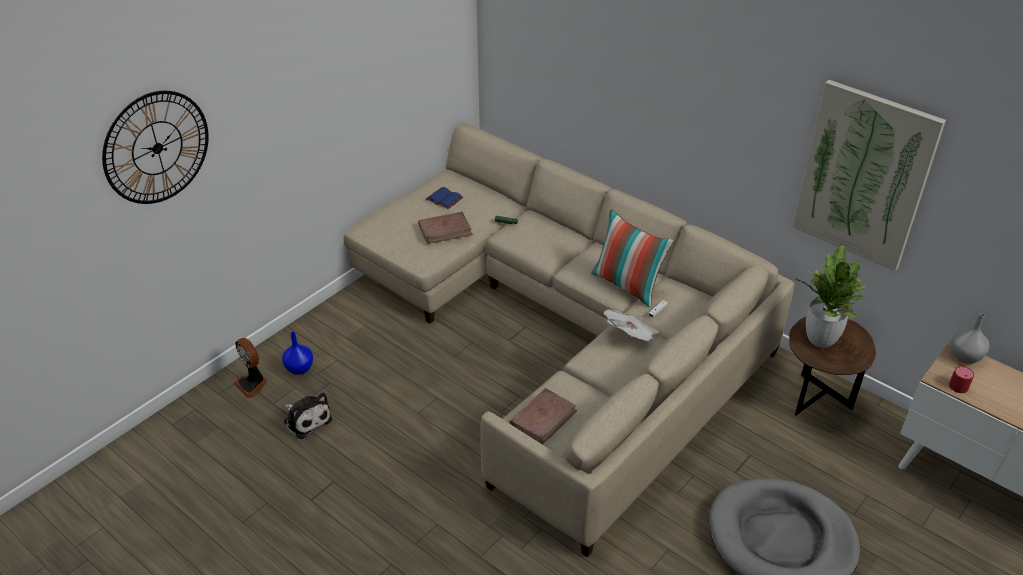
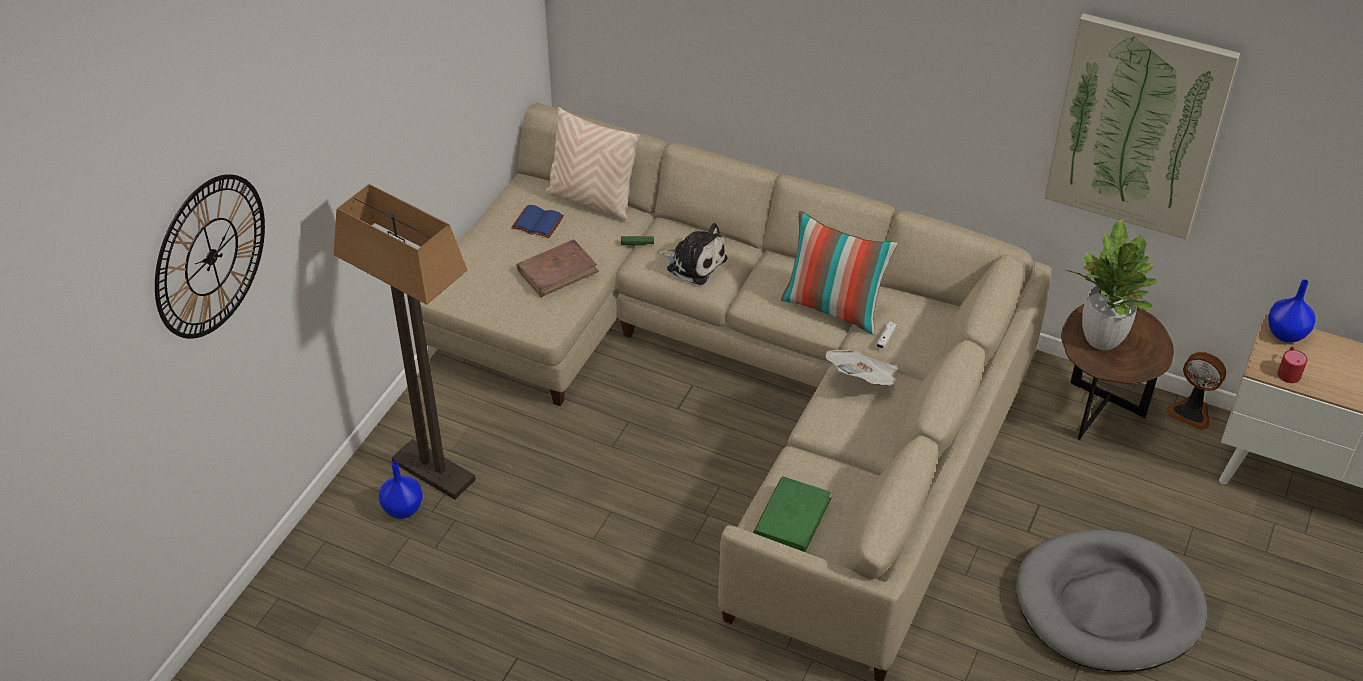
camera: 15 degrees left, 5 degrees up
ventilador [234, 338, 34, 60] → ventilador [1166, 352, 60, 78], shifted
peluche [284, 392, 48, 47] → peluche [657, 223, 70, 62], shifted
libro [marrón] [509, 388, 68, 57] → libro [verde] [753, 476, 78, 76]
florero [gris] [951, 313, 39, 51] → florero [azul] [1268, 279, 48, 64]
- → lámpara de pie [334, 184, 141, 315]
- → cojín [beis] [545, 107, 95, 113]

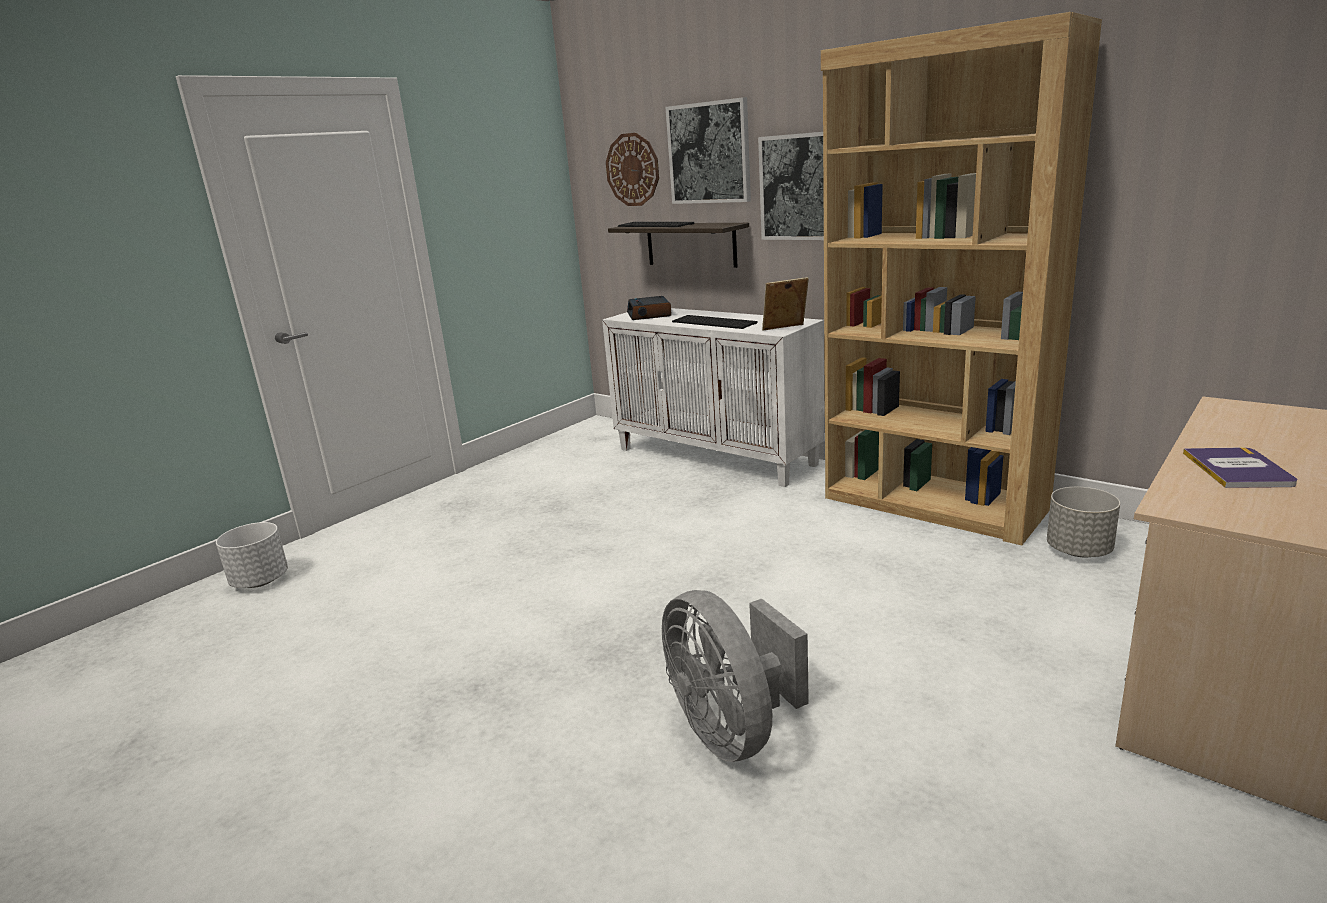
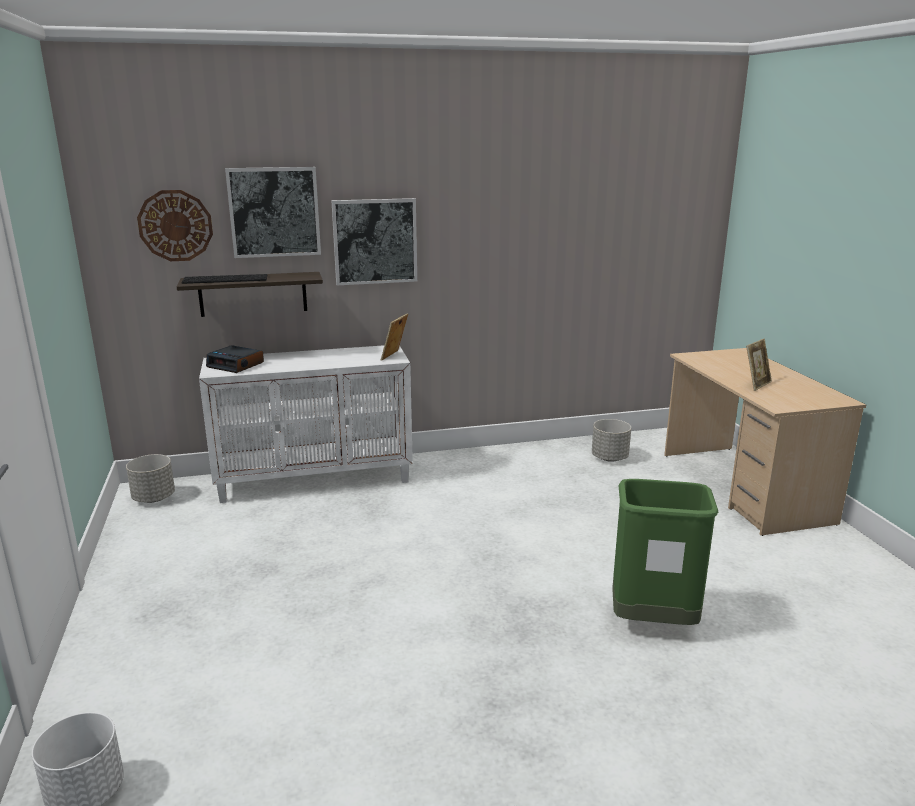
camera: 55 degrees left, 0 degrees up
ventilador [gris] [662, 590, 147, 172] → papelera [verde] [612, 479, 106, 146]
teclado [672, 315, 86, 14] → -
estantería [marrón] [821, 12, 281, 533] → -
libro [1183, 447, 114, 41] → portarretratos [746, 339, 26, 52]
- → maceta [gris] [126, 454, 49, 49]

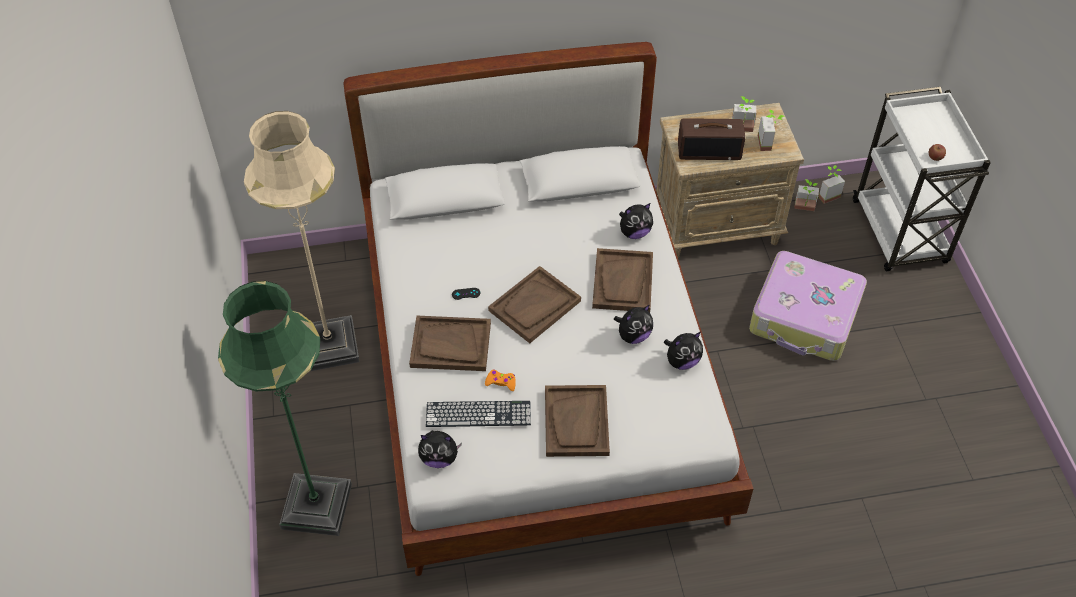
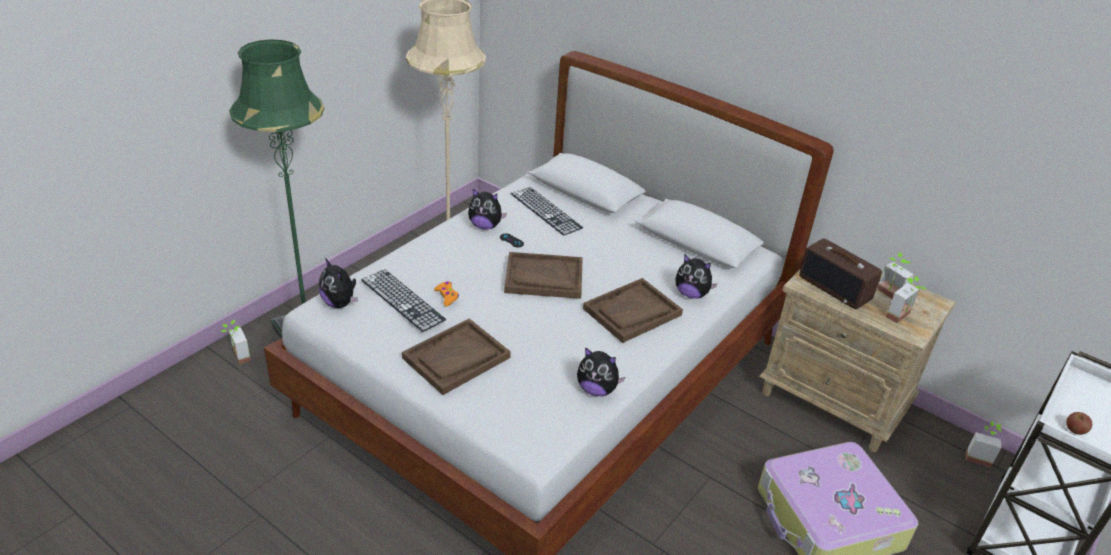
camera: 45 degrees right, 15 degrees down
bandeja [marrón] [409, 316, 82, 55] → -
peluche [614, 304, 39, 40] → peluche [468, 189, 39, 41], shifted
planta en maceta [794, 179, 25, 32] → planta en maceta [221, 320, 30, 44], shifted
- → teclado [511, 187, 72, 49]

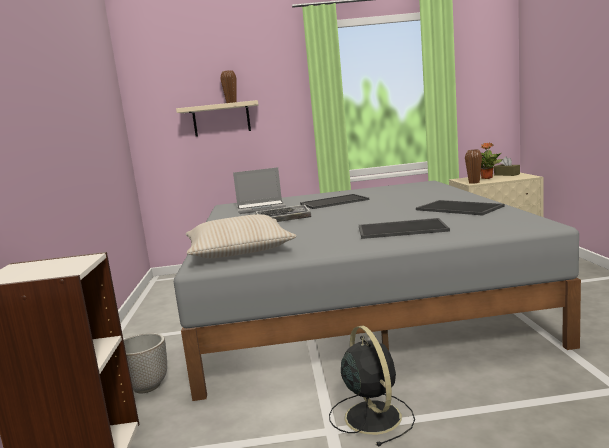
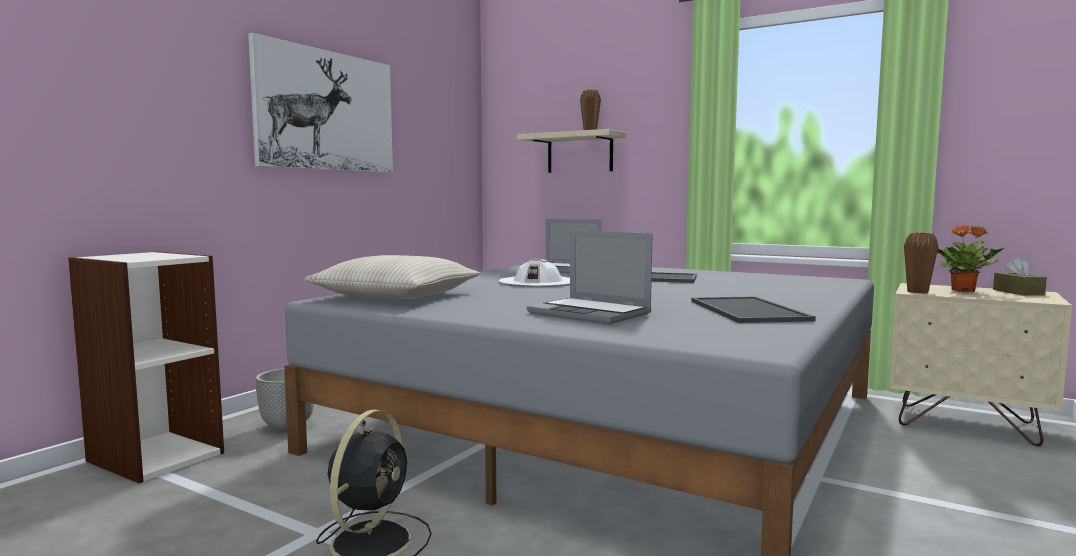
camera: 35 degrees right, 5 degrees down
teclado [254, 205, 57, 17] → sombrero [blanco] [499, 259, 71, 28]
bandeja [359, 218, 91, 21] → portátil [527, 230, 125, 95]
- → cuadro [248, 33, 145, 139]

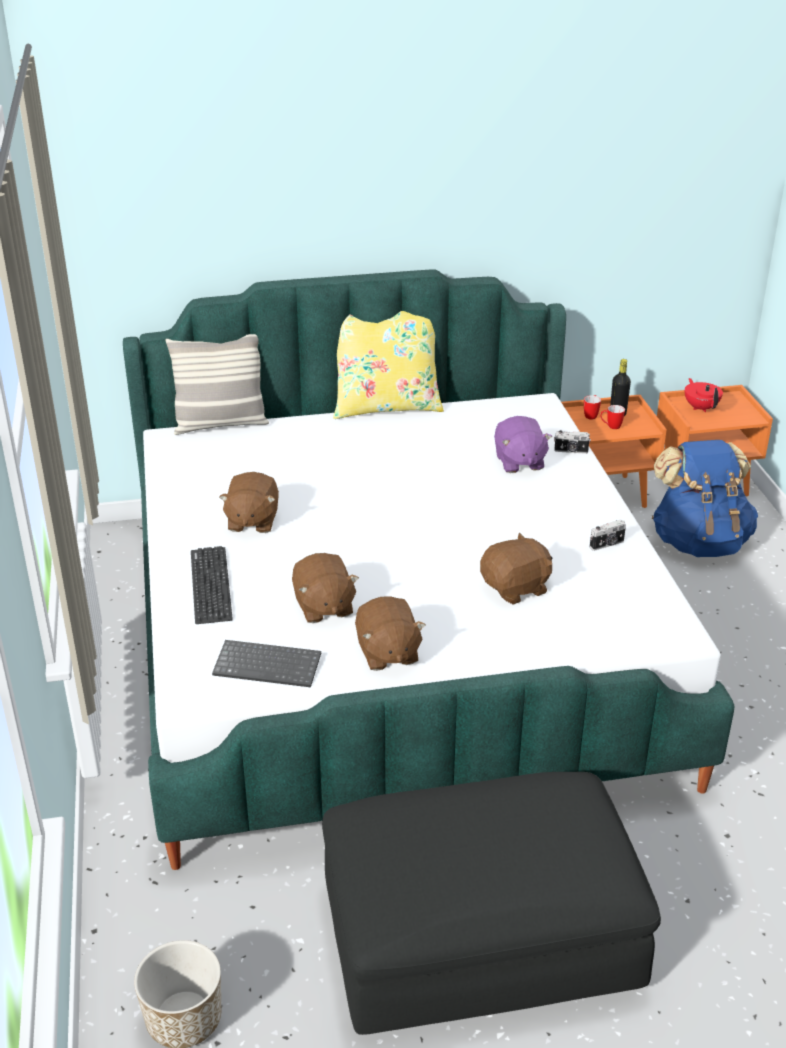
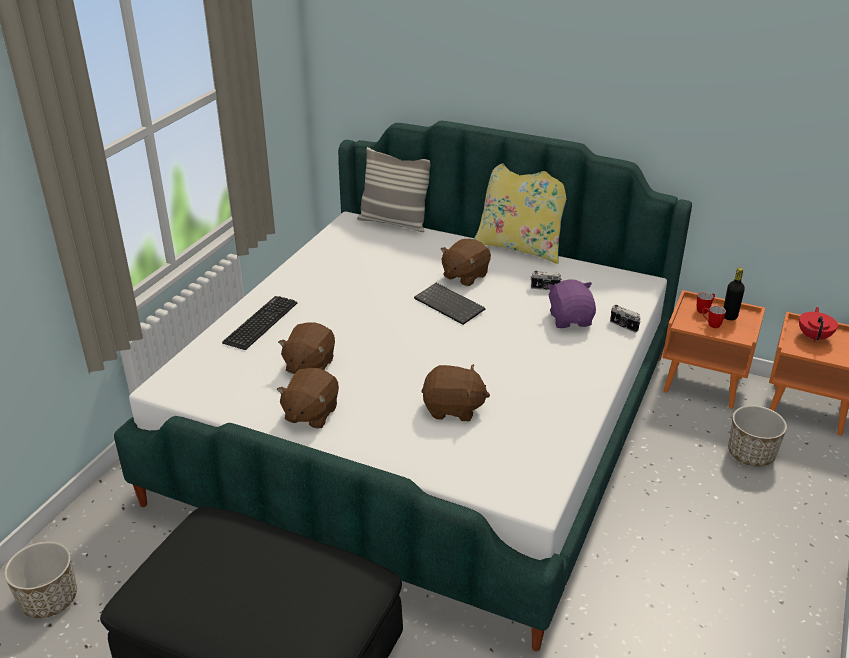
camera: 35 degrees right, 0 degrees up
teclado [212, 640, 109, 47] → teclado [414, 283, 71, 42], shifted
peluche [marrón] [219, 472, 60, 61] → peluche [marrón] [441, 239, 50, 47], shifted
peluche [morado] [494, 416, 58, 57] → peluche [morado] [547, 279, 49, 49], 150 degrees clockwise
cámara [590, 519, 36, 32] → cámara [531, 271, 31, 19], shifted
mochila [azul] [652, 440, 106, 117] → maceta [728, 405, 59, 62]

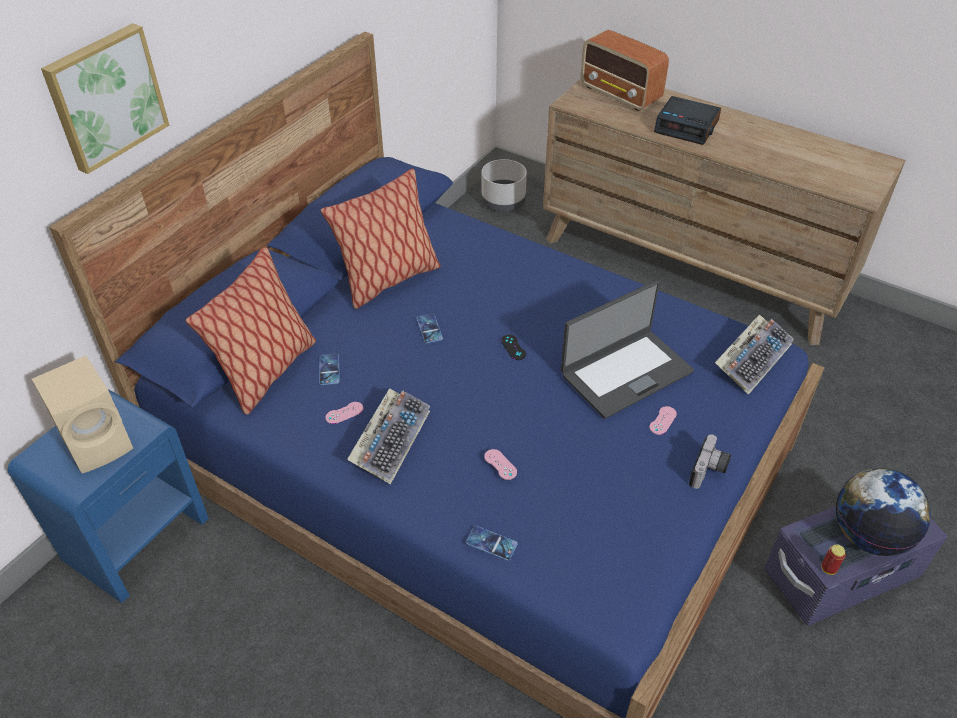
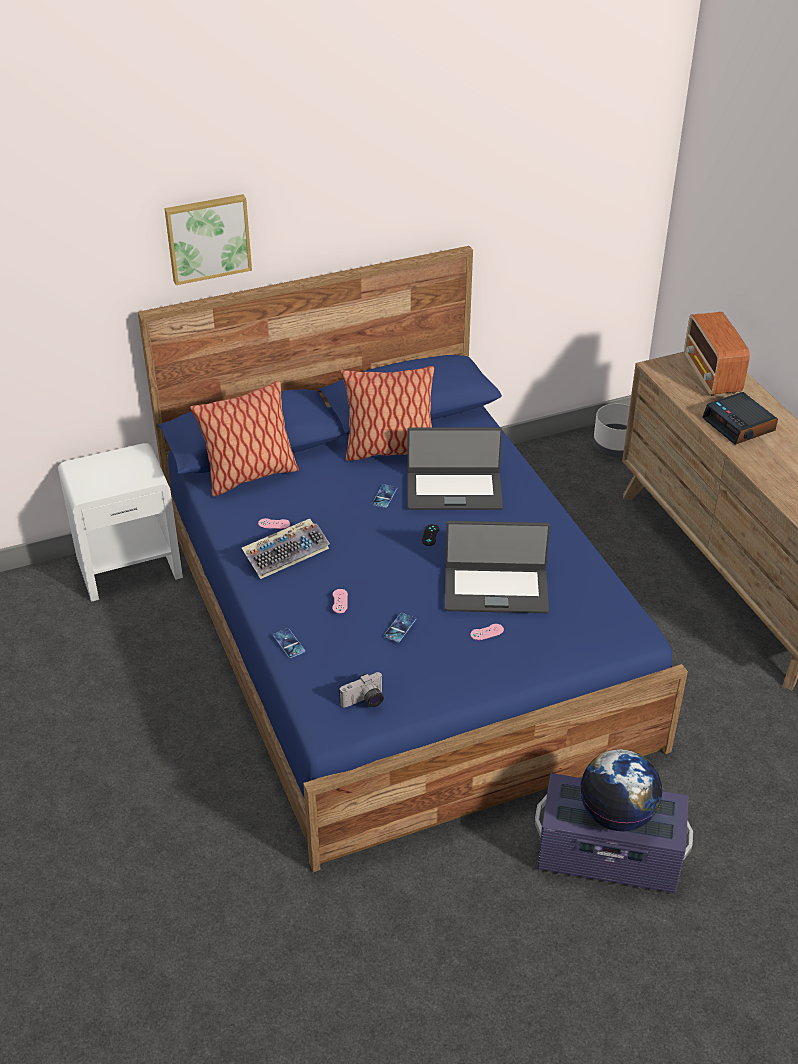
camera: 35 degrees right, 5 degrees down
mesita de noche [azul] [7, 389, 202, 214] → mesita de noche [blanco] [58, 443, 125, 159]
altavoz [beis] [32, 355, 101, 118] → -
móvil [320, 354, 20, 31] → móvil [384, 613, 32, 29], shifted
cámara [689, 434, 42, 55] → cámara [339, 672, 45, 36], shifted
teclado [715, 314, 79, 81] → -
lata [821, 545, 25, 30] → -
- → portátil [407, 427, 96, 83]

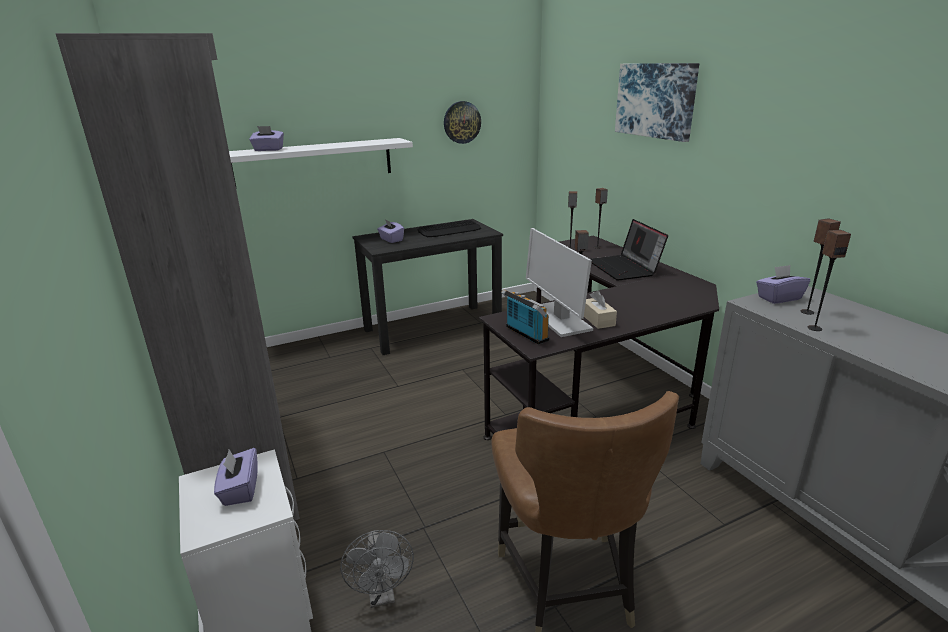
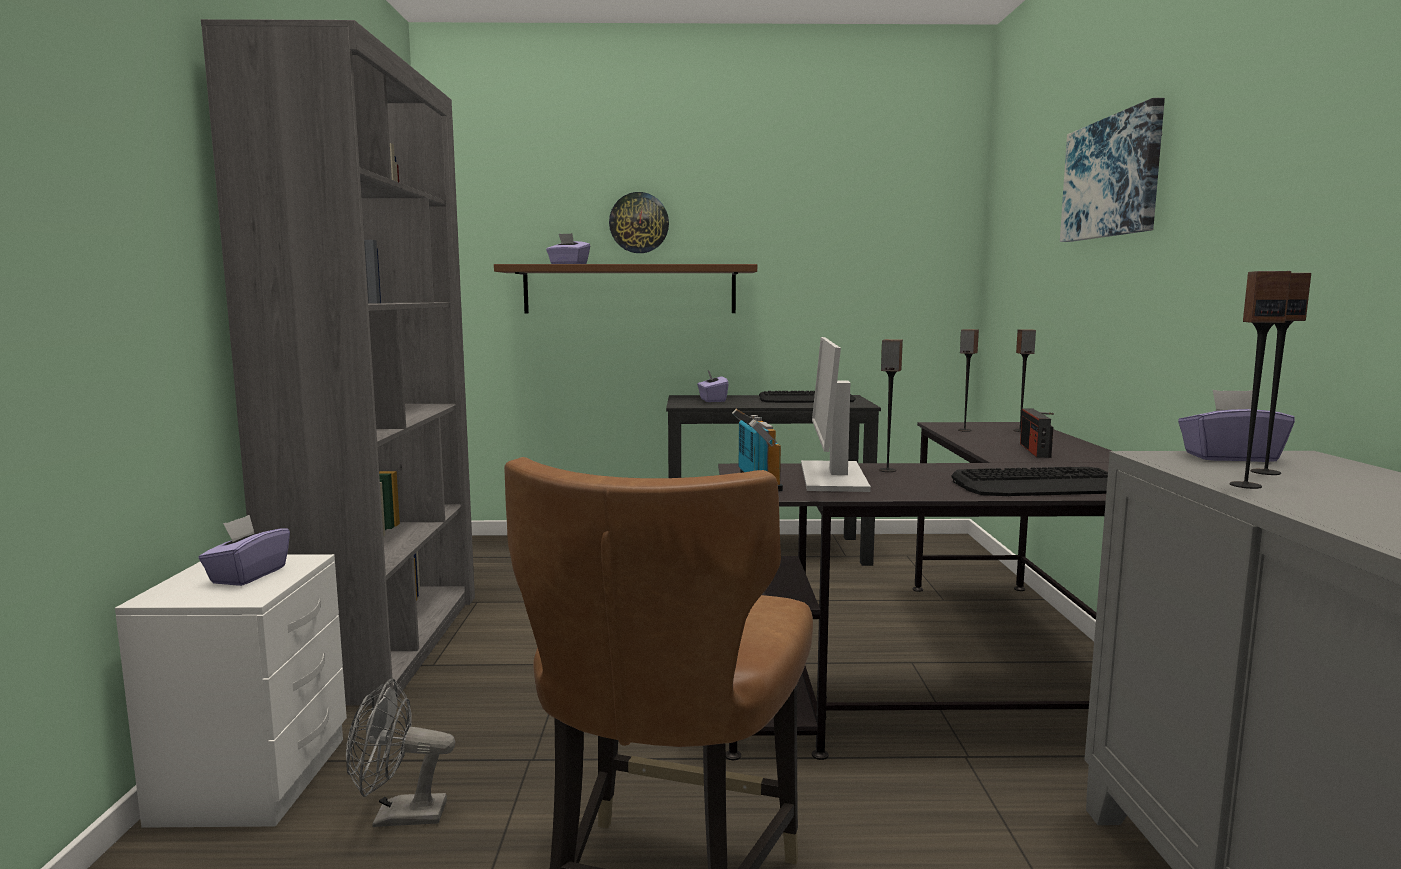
camera: 25 degrees right, 15 degrees down
estante [blanco] [229, 138, 184, 51] → estante [marrón] [494, 264, 263, 49]
ventilador [gris] [340, 530, 74, 78] → ventilador [gris] [346, 678, 109, 149], 75 degrees clockwise
reloj de pared [444, 101, 37, 43] → reloj de pared [609, 192, 60, 61], shifted
caja de pañuelos [beis] [584, 290, 33, 39] → -
portátil [591, 219, 77, 61] → radio [1020, 408, 34, 50]
- → teclado [951, 467, 157, 29]

